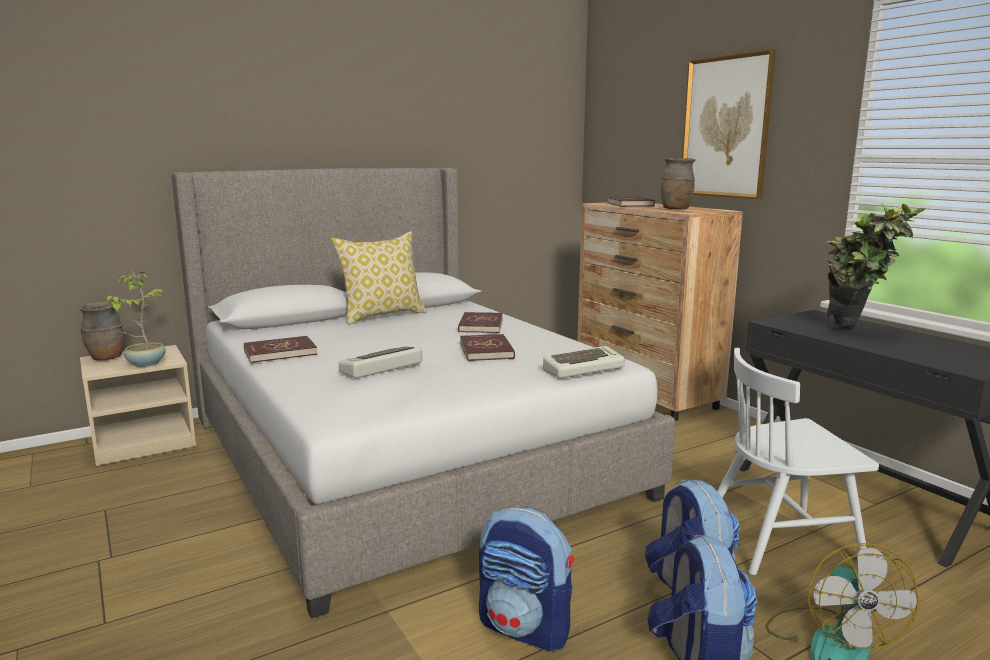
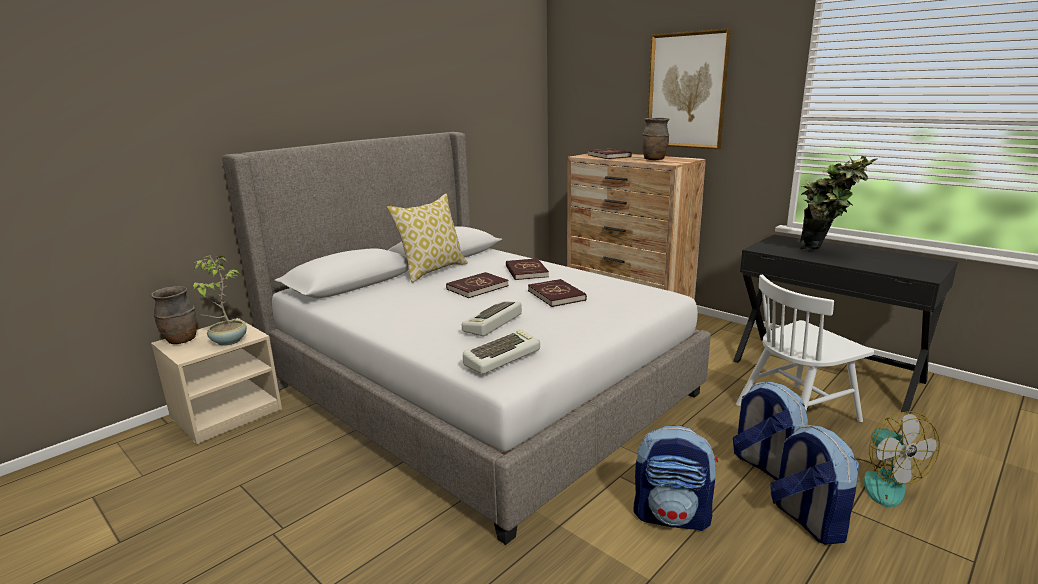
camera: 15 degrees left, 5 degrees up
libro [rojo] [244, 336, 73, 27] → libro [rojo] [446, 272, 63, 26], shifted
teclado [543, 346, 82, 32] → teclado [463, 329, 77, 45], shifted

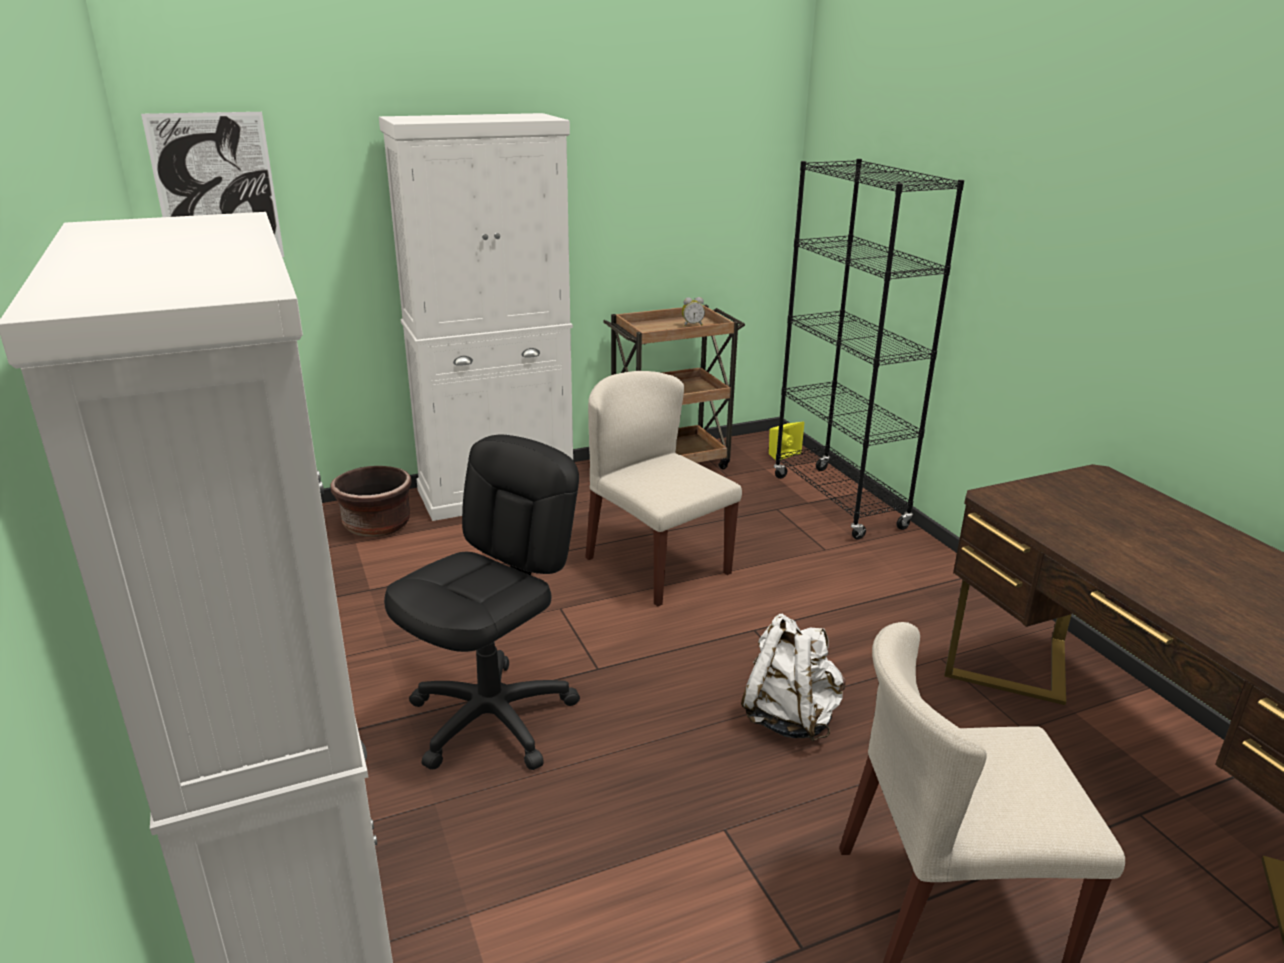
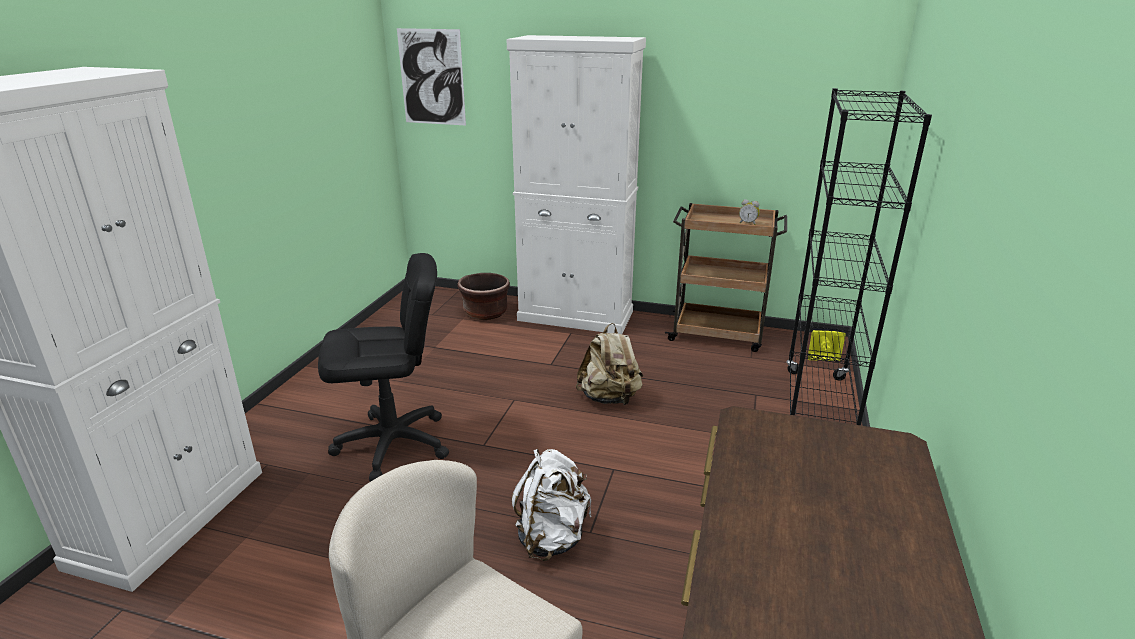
camera: 40 degrees right, 0 degrees up
silla [beis] [585, 371, 157, 235] → mochila [beis] [575, 323, 68, 82]

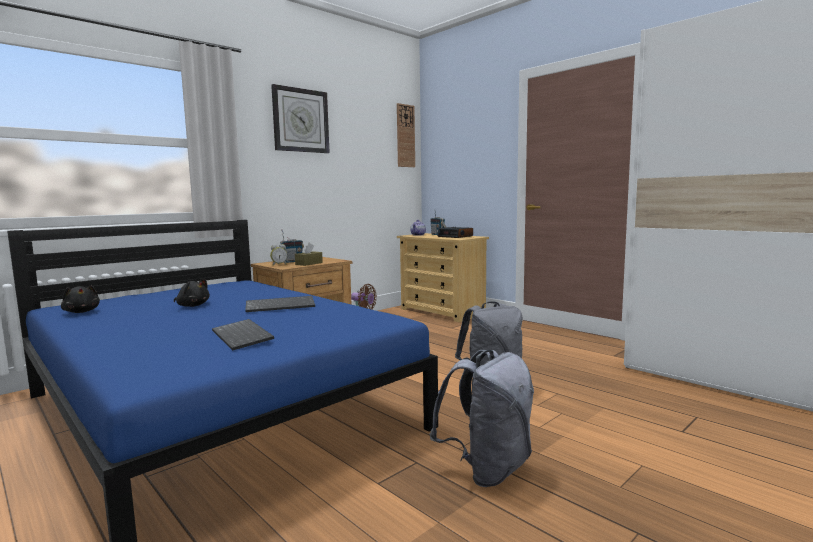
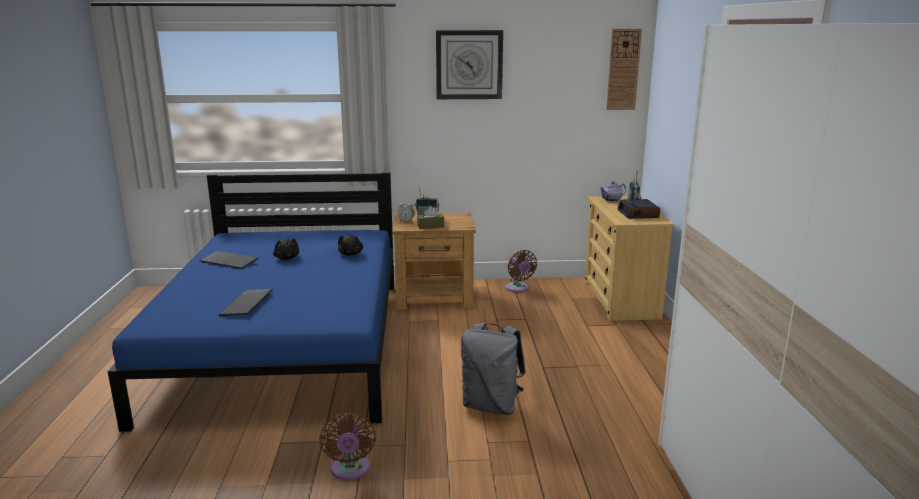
camera: 40 degrees right, 10 degrees up
peluche [negro] [61, 285, 39, 28] → peluche [negro] [338, 235, 25, 21], shifted
teclado [245, 296, 70, 16] → teclado [200, 251, 58, 18], shifted
mochila [gris] [429, 350, 105, 137] → ventilador [marrón] [319, 413, 57, 67]

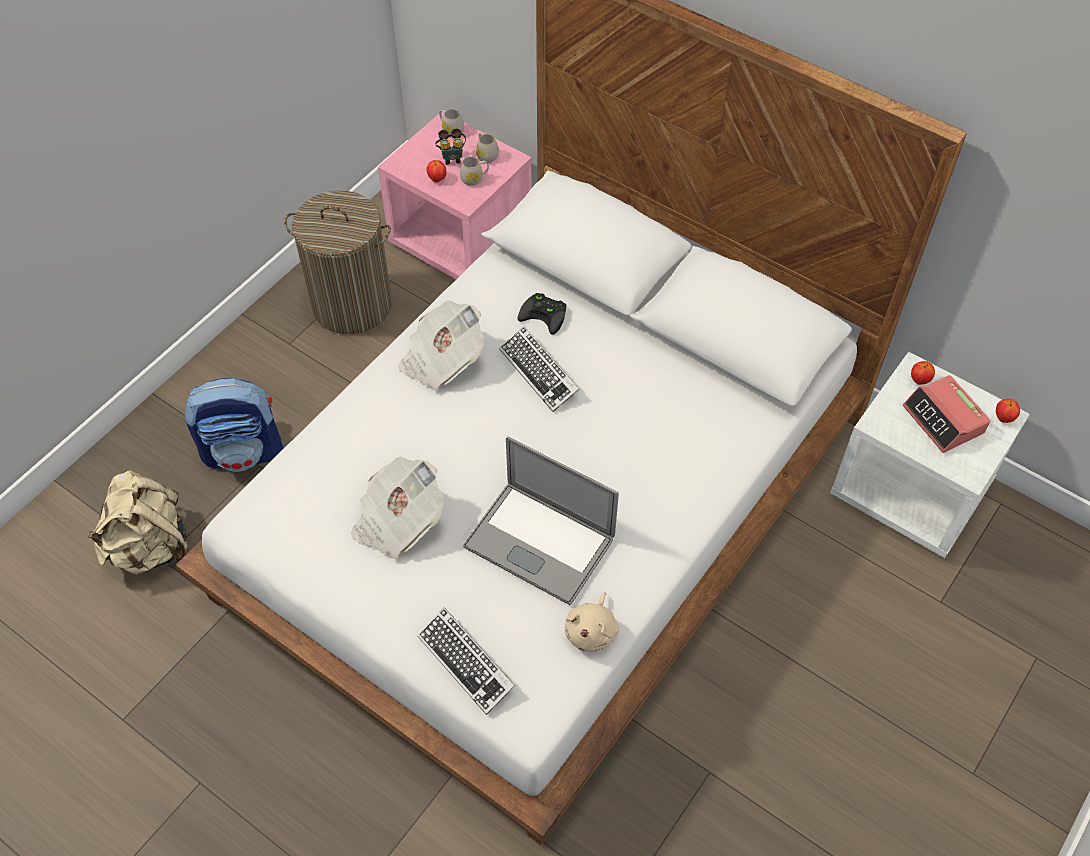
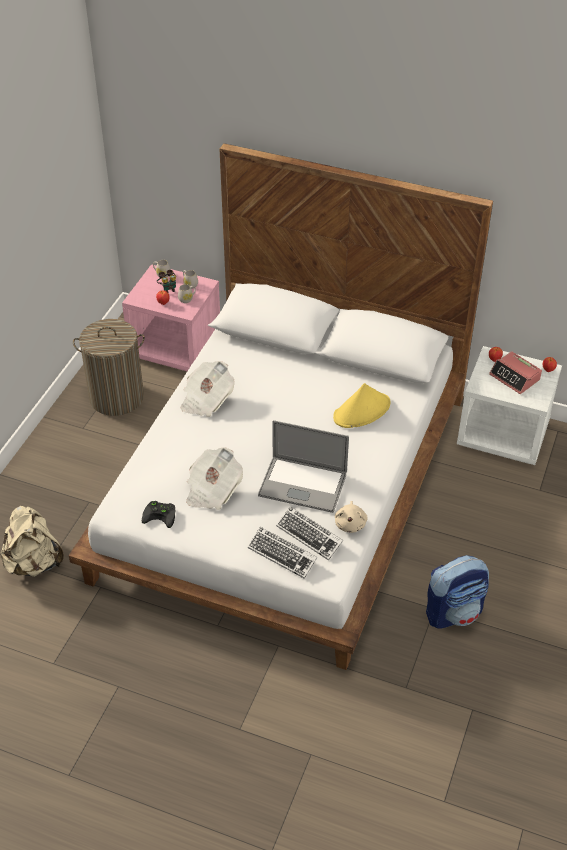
camera: 15 degrees left, 10 degrees down
mochila [185, 378, 98, 93] → mochila [426, 555, 63, 74], shifted
teclado [499, 327, 81, 85] → teclado [276, 506, 67, 54], shifted
mando de consola [negro] [517, 293, 49, 42] → mando de consola [negro] [142, 501, 33, 27], shifted
- → sombrero [amarillo] [333, 383, 57, 45]

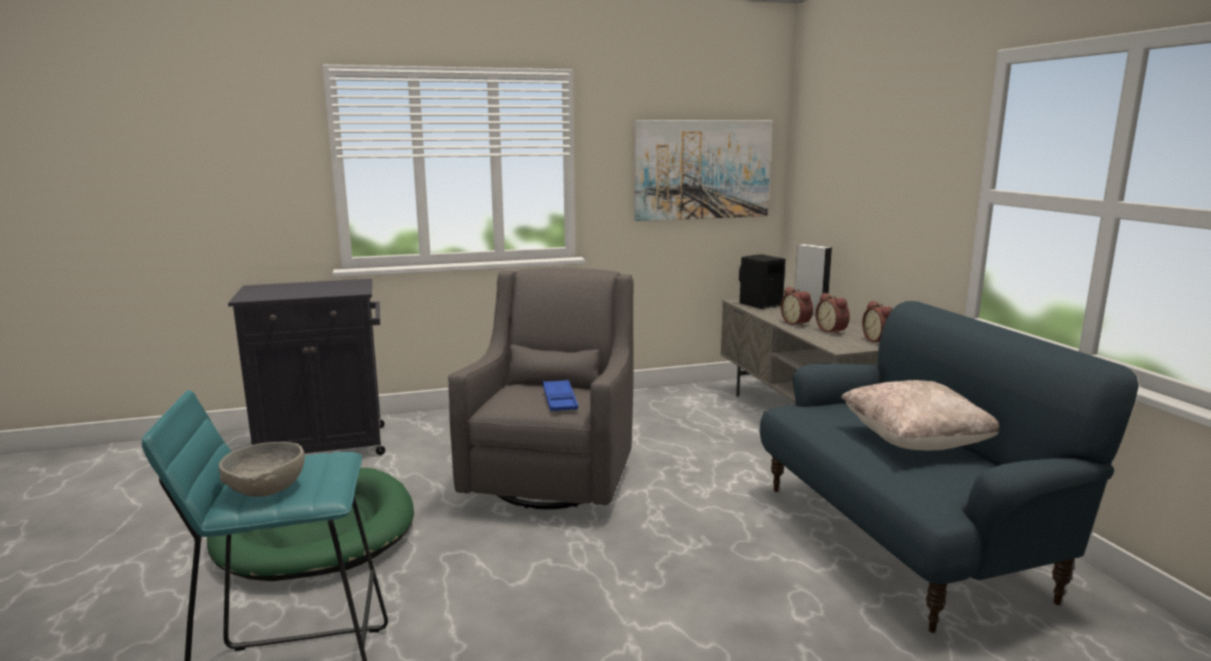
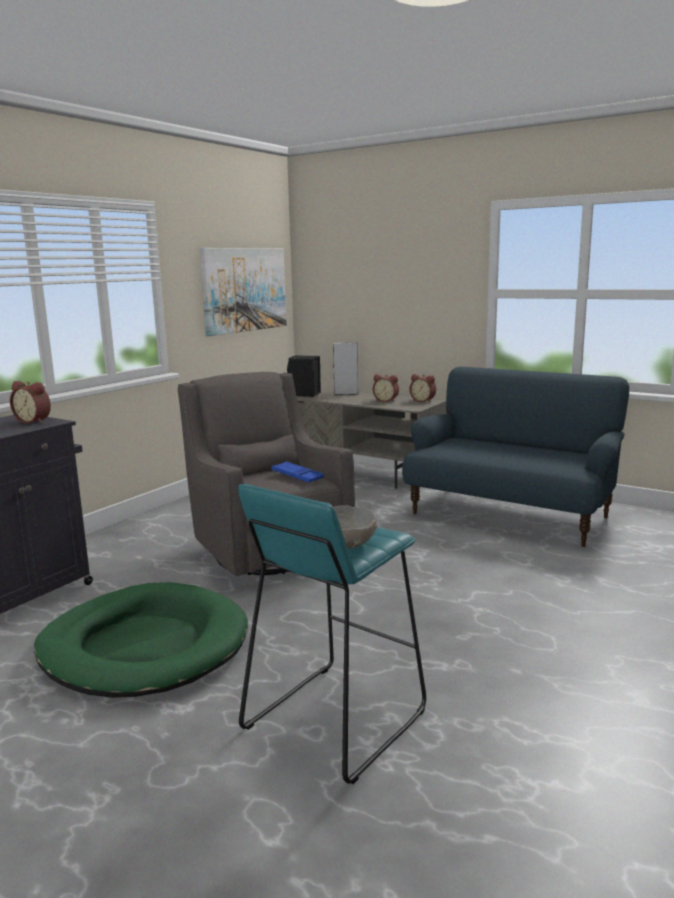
camera: 40 degrees left, 0 degrees up
despertador [780, 287, 33, 40] → despertador [10, 381, 41, 42], shifted
cojín [beis] [841, 380, 158, 70] → -

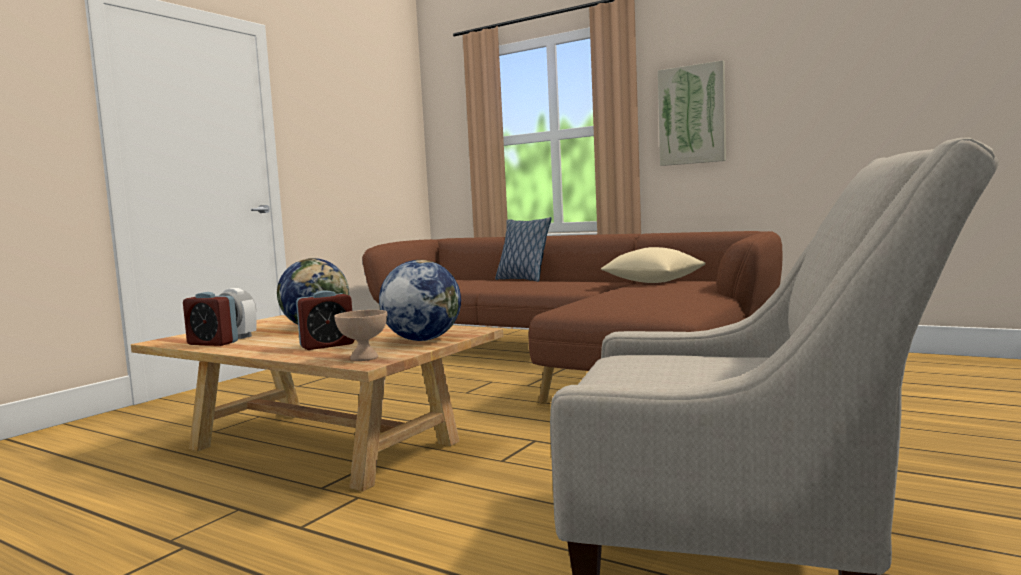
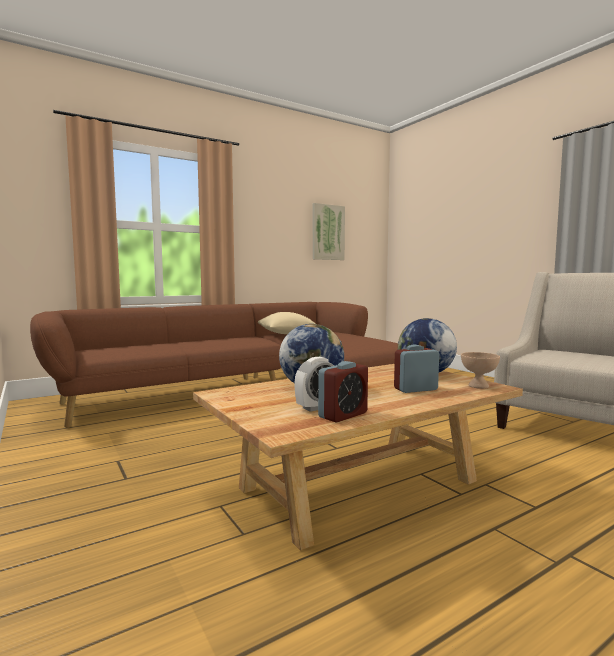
camera: 65 degrees left, 0 degrees up
despertador [296, 291, 58, 59] → despertador [394, 344, 45, 49], 105 degrees counterclockwise
cojín [495, 217, 57, 65] → -
cuadro [658, 60, 68, 106] → cuadro [313, 203, 32, 57], shifted

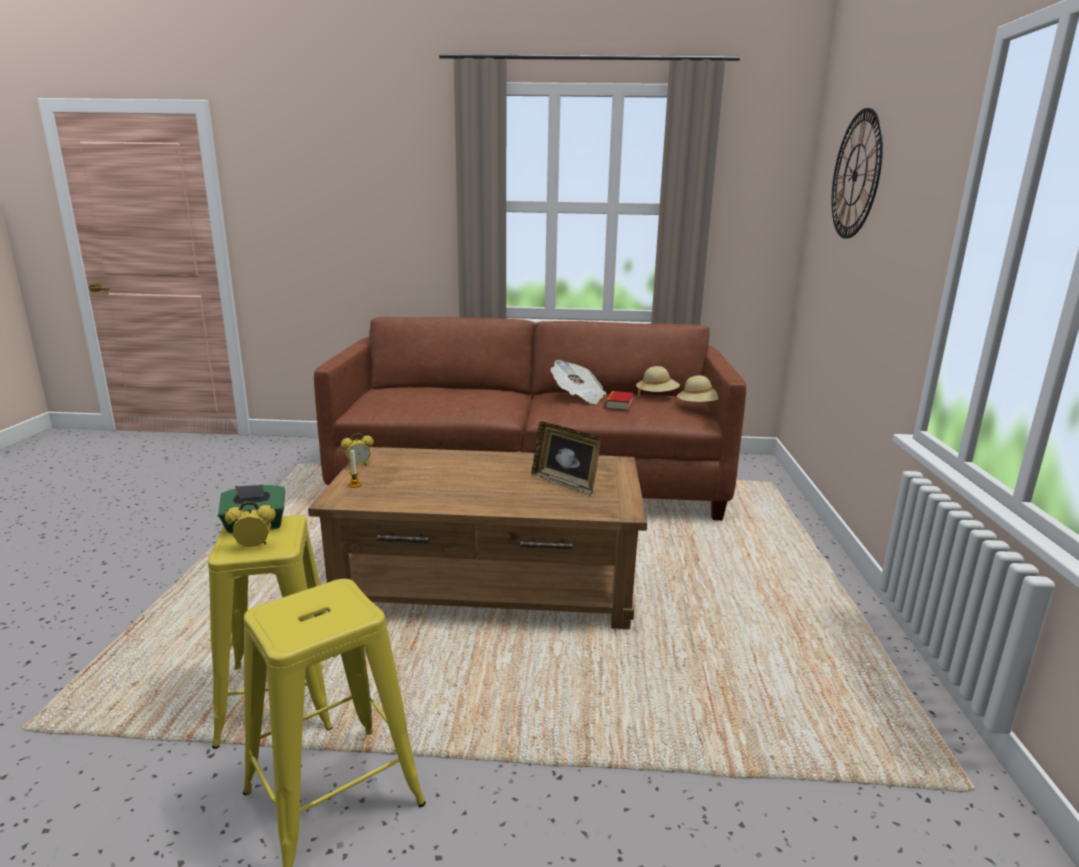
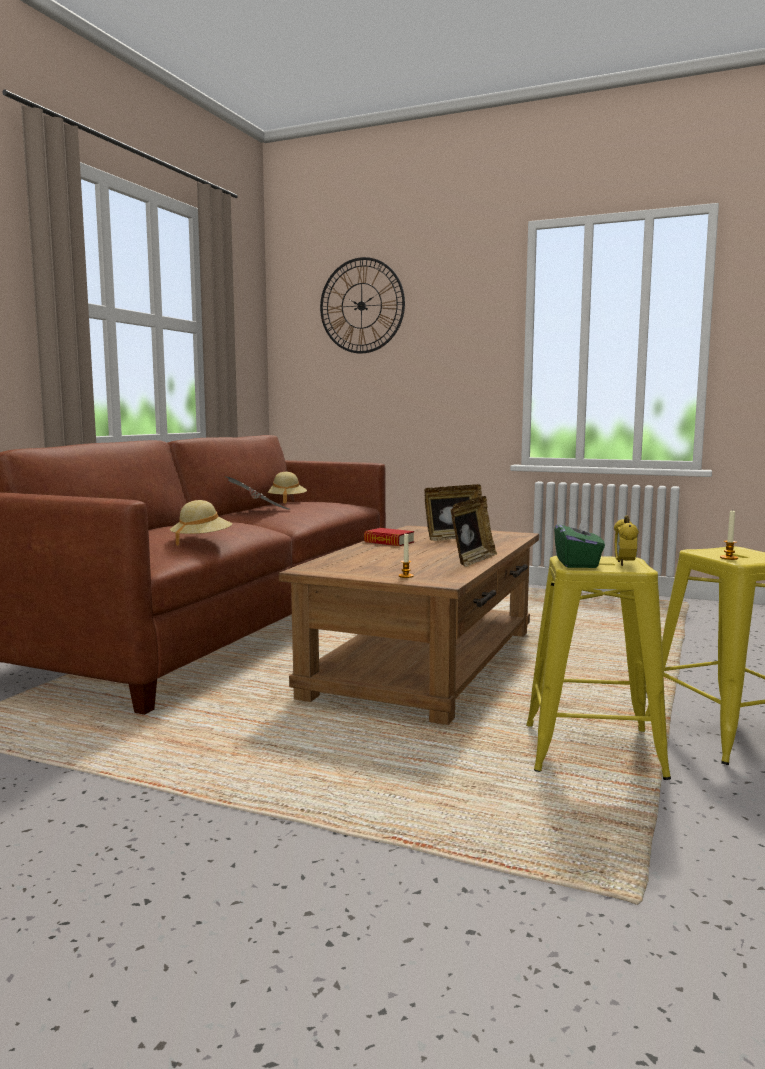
camera: 70 degrees left, 10 degrees down
despertador [340, 433, 34, 33] → -
libro [605, 391, 29, 20] → libro [364, 528, 50, 18], shifted
sombrero [beis] [676, 376, 42, 27] → sombrero [beis] [170, 500, 62, 46], shifted
- → portarretratos [451, 496, 46, 71]
- → vela [720, 509, 18, 51]

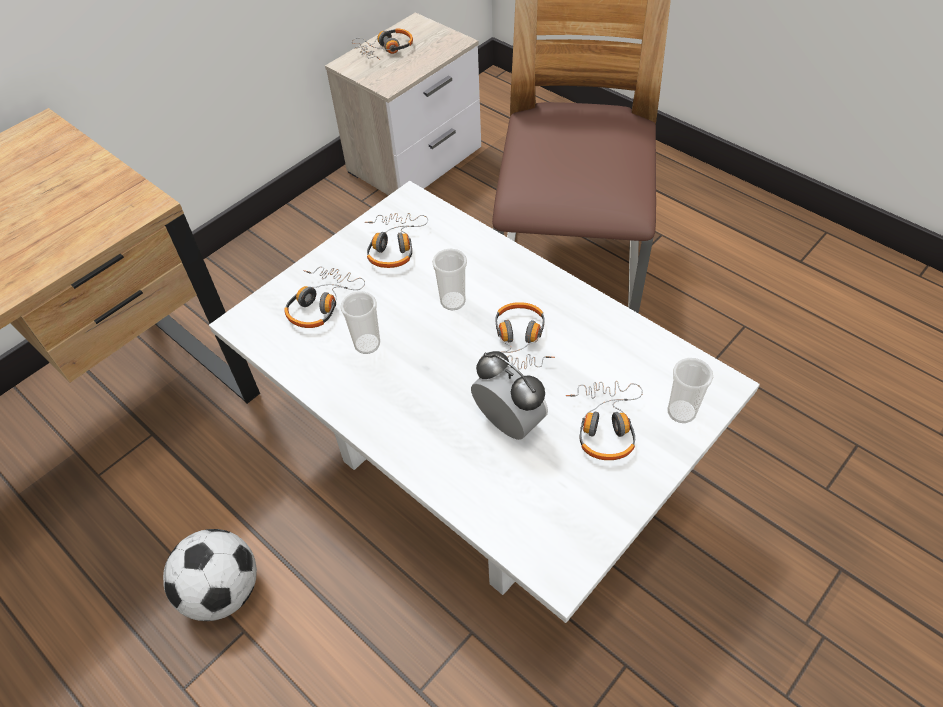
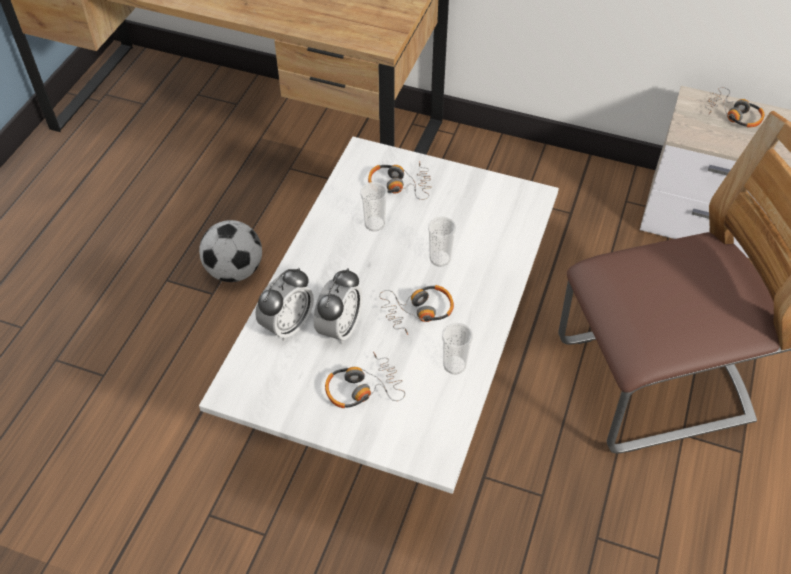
camera: 65 degrees right, 0 degrees up
auriculares [365, 213, 63, 55] → -
taza [667, 358, 46, 65] → taza [442, 323, 31, 51], shifted
- → despertador [255, 268, 59, 73]

